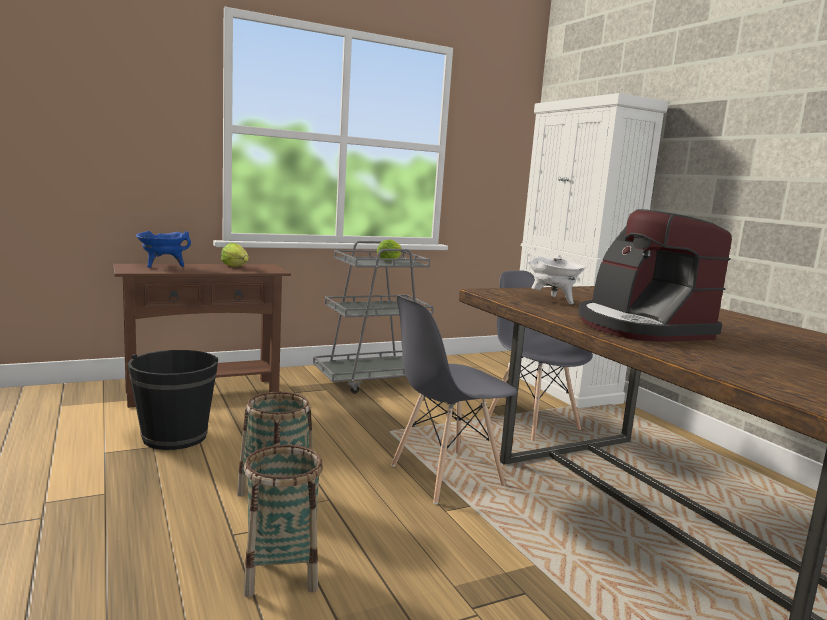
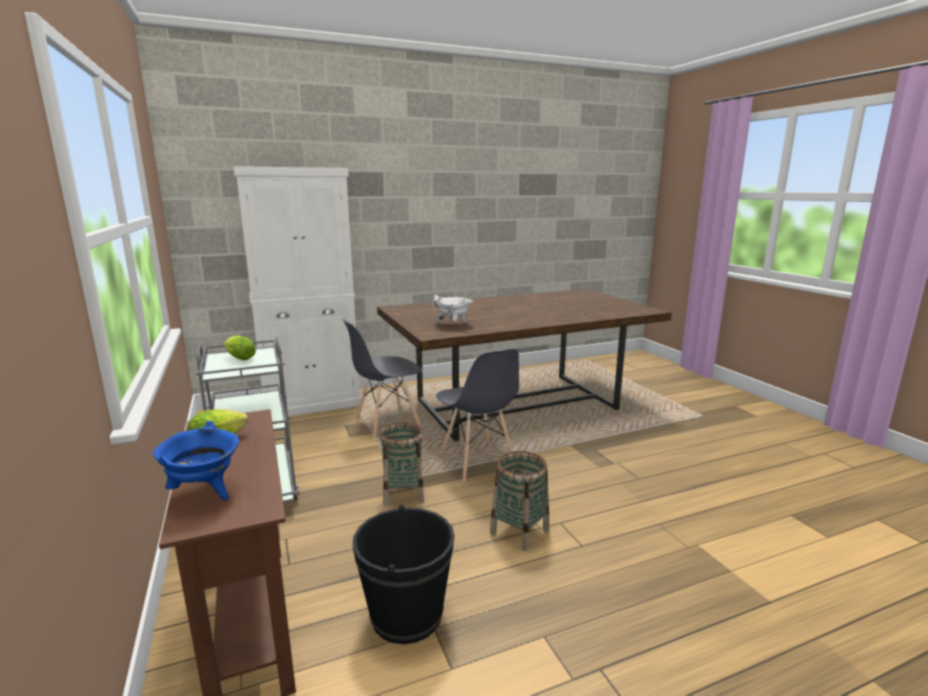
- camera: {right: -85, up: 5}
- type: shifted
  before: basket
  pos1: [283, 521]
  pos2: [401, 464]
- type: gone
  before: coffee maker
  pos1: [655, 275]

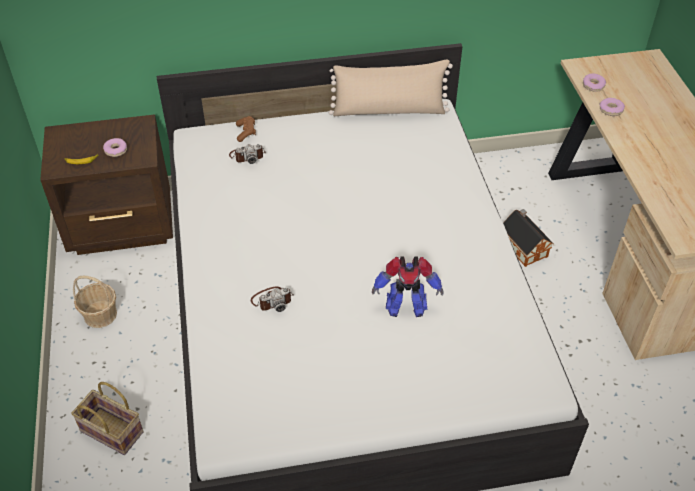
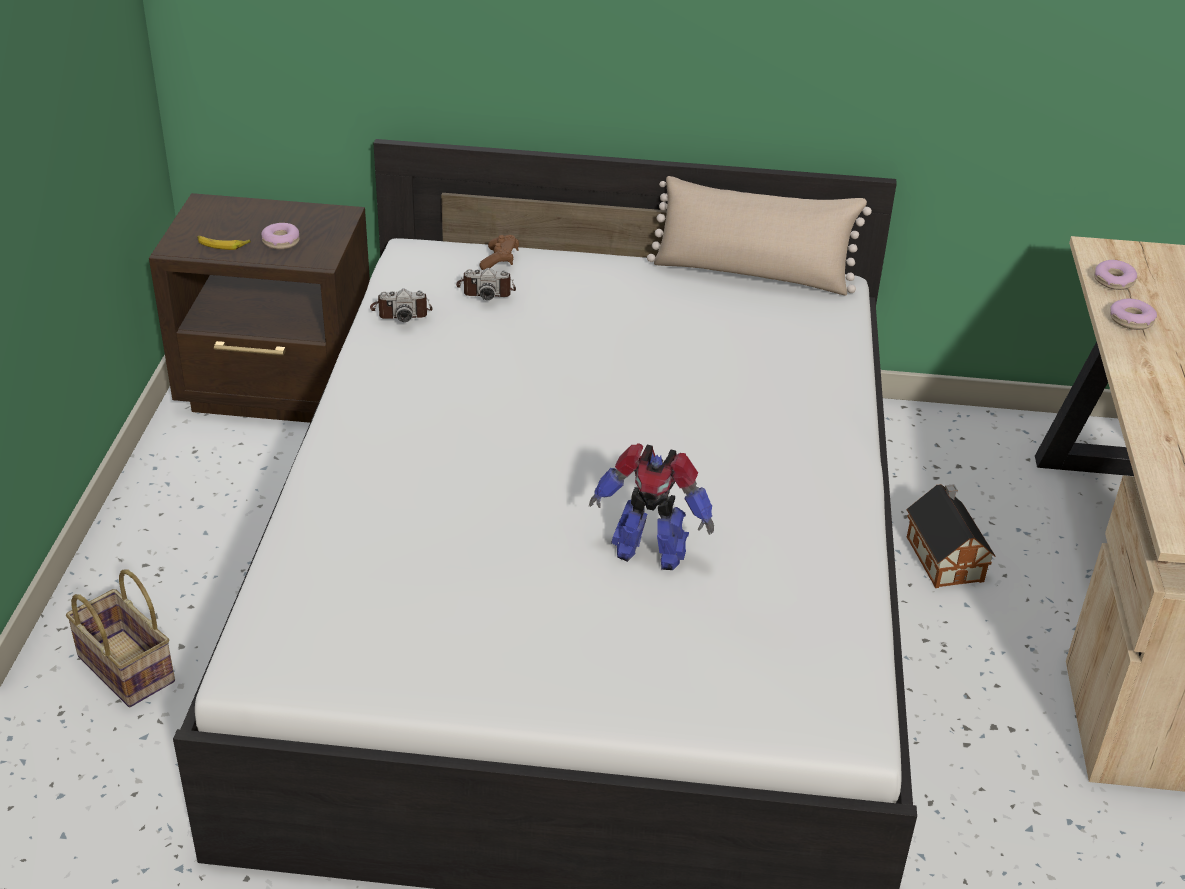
- camera: {right: 15, up: -10}
- type: shifted
  before: still camera
  pos1: [272, 299]
  pos2: [401, 305]
- type: gone
  before: basket
  pos1: [95, 302]

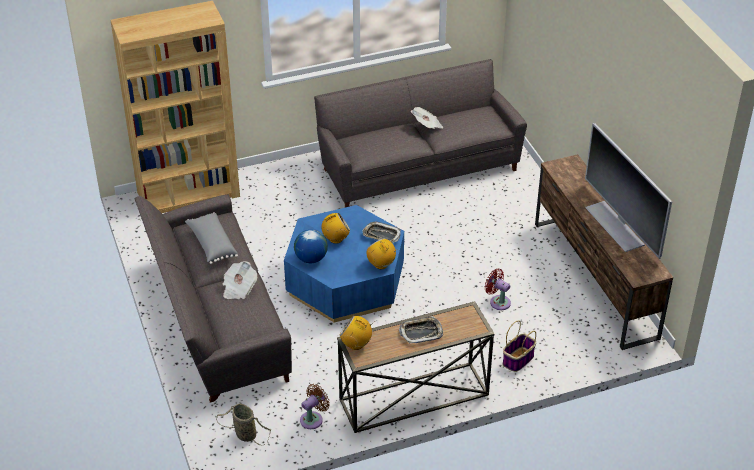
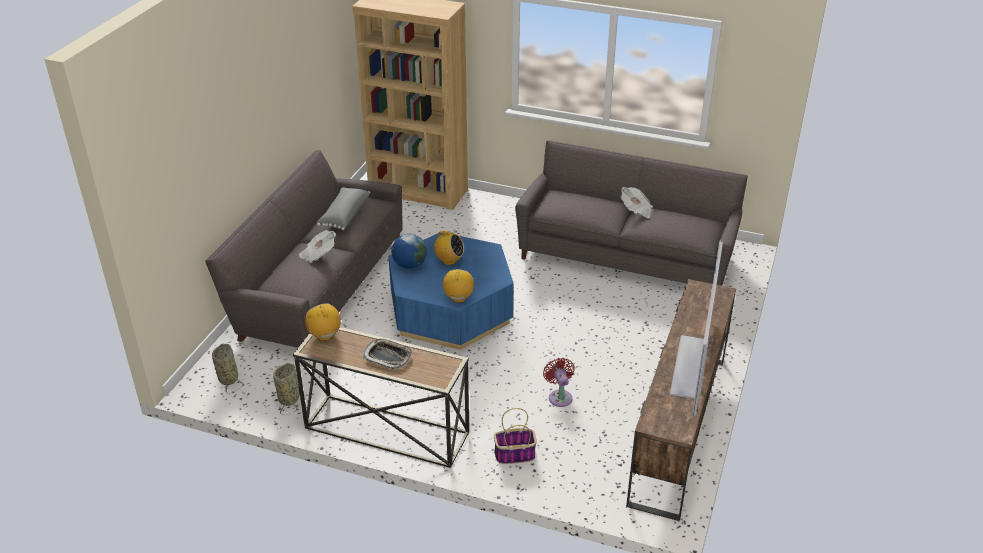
- camera: {right: 40, up: -5}
- type: swapped
  before: brown electric fan
  after: basket
  pos1: [315, 406]
  pos2: [286, 389]
- type: gone
  before: serving tray
  pos1: [381, 232]

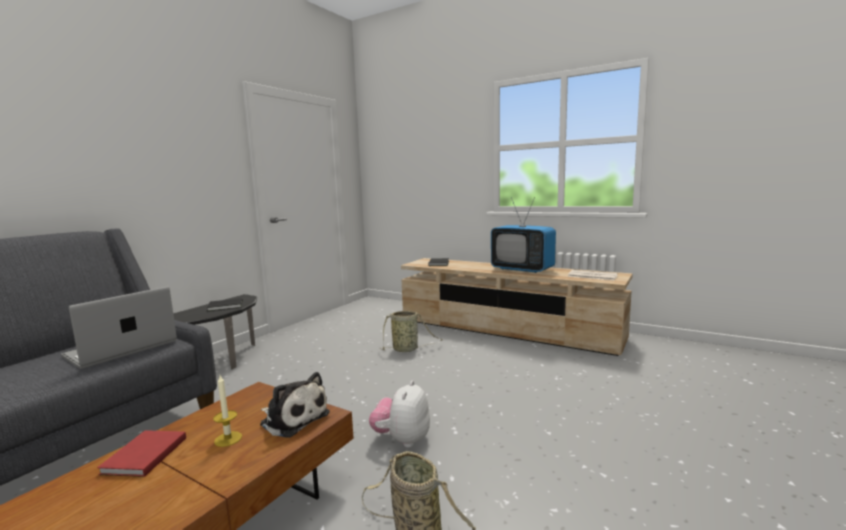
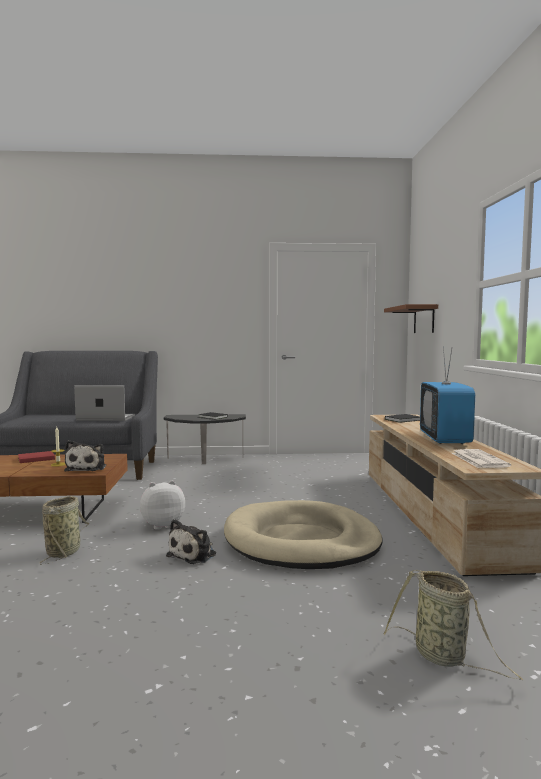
- camera: {right: 55, up: -5}
- type: new
  after: soft toy
  pos2: [191, 541]
- type: new
  after: beige pet bed
  pos2: [303, 534]
- type: new
  after: brown bracket shelf
  pos2: [411, 318]
- type: shifted
  before: basket
  pos1: [410, 331]
  pos2: [453, 625]

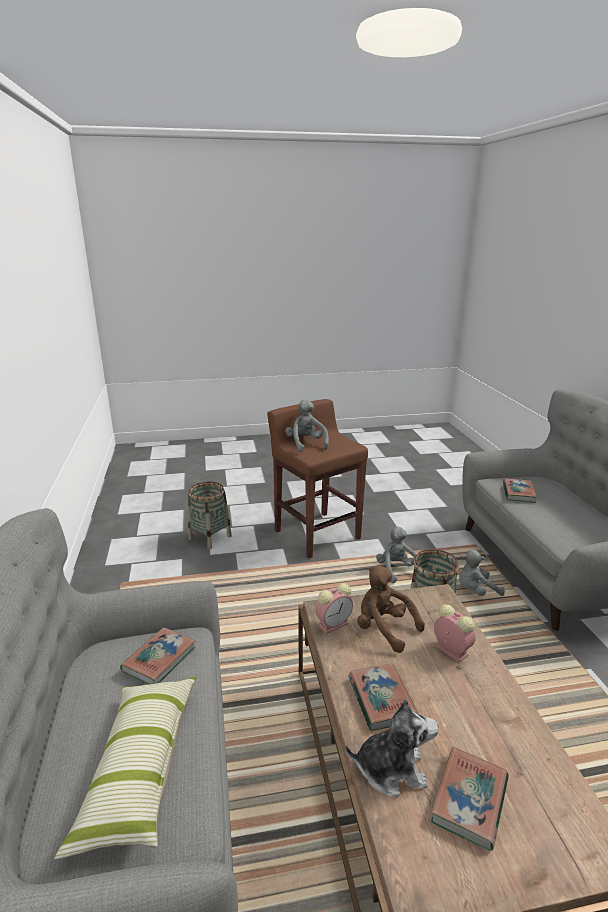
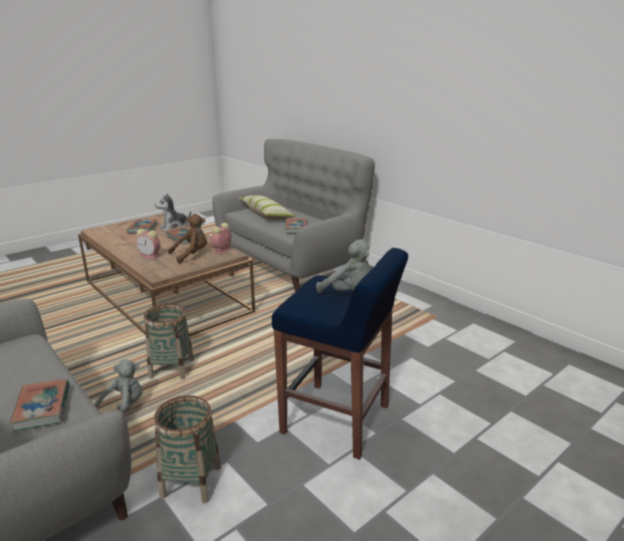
- camera: {right: 150, up: 0}
- type: shifted
  before: basket
  pos1: [210, 515]
  pos2: [187, 449]
- type: rotated
  before: brown soft toy
  pos1: [391, 609]
  pos2: [187, 238]
  turn: -45
- type: repainted
  before: brown stool seat
  after: blue stool seat
  pos1: [317, 478]
  pos2: [340, 354]
- type: gone
  before: greyish soft toy
  pos1: [396, 555]

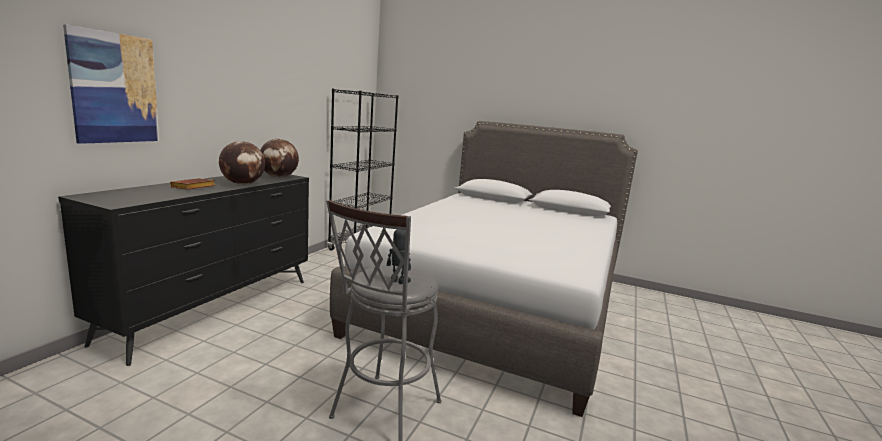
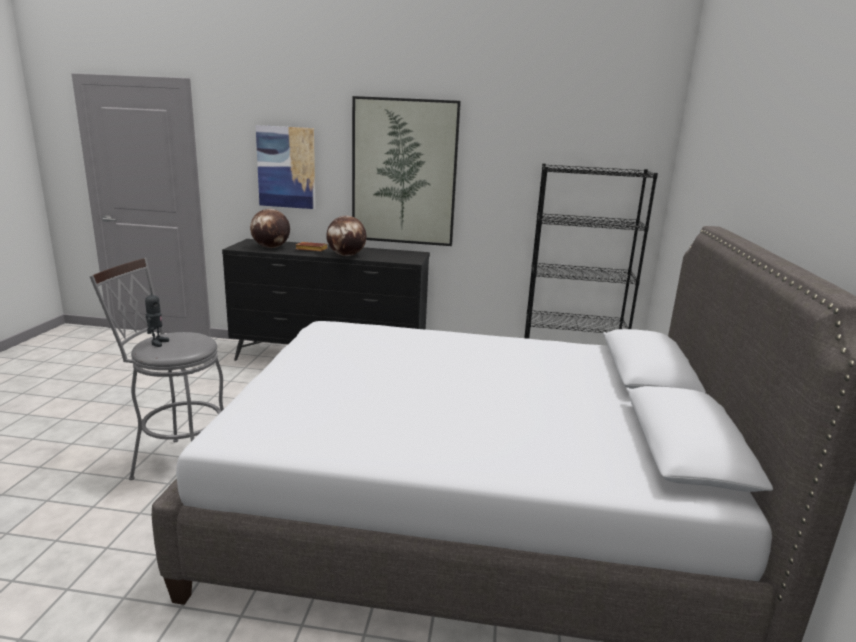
- camera: {right: 75, up: 5}
- type: shifted
  before: world globe
  pos1: [279, 158]
  pos2: [270, 228]
- type: new
  after: wall art
  pos2: [406, 171]

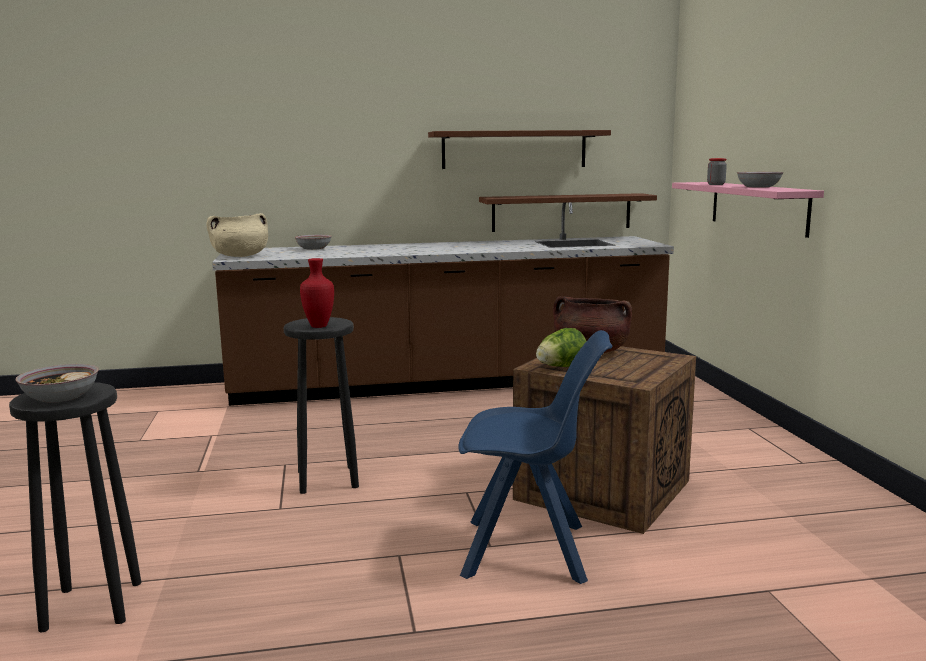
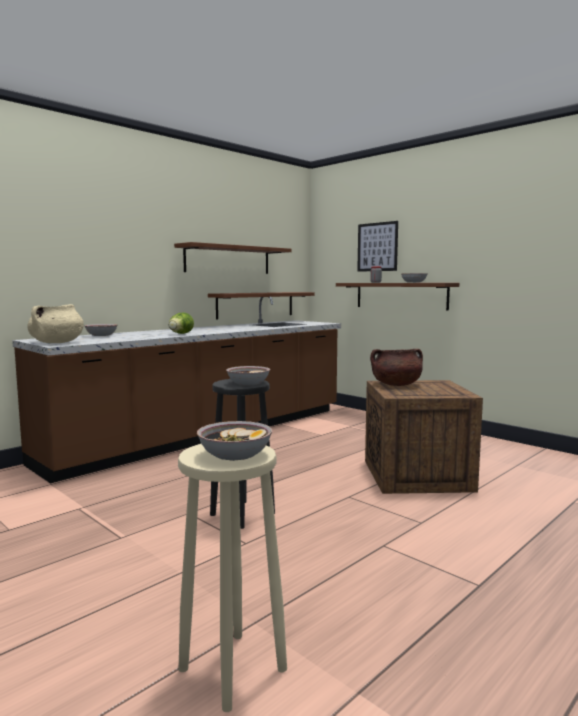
- camera: {right: -35, up: -5}
- type: shifted
  before: lettuce
  pos1: [561, 347]
  pos2: [181, 323]
- type: repainted
  before: black-coloured stool seat
  after: beige stool seat
  pos1: [75, 507]
  pos2: [232, 578]
- type: swapped
  before: reddish flower vase
  after: deep dish
  pos1: [317, 293]
  pos2: [248, 375]
- type: repainted
  before: pinkish bracket shelf
  after: brown bracket shelf
  pos1: [748, 210]
  pos2: [397, 296]
- type: new
  after: wall art
  pos2: [377, 246]
- type: gone
  before: blue plain chair
  pos1: [535, 457]

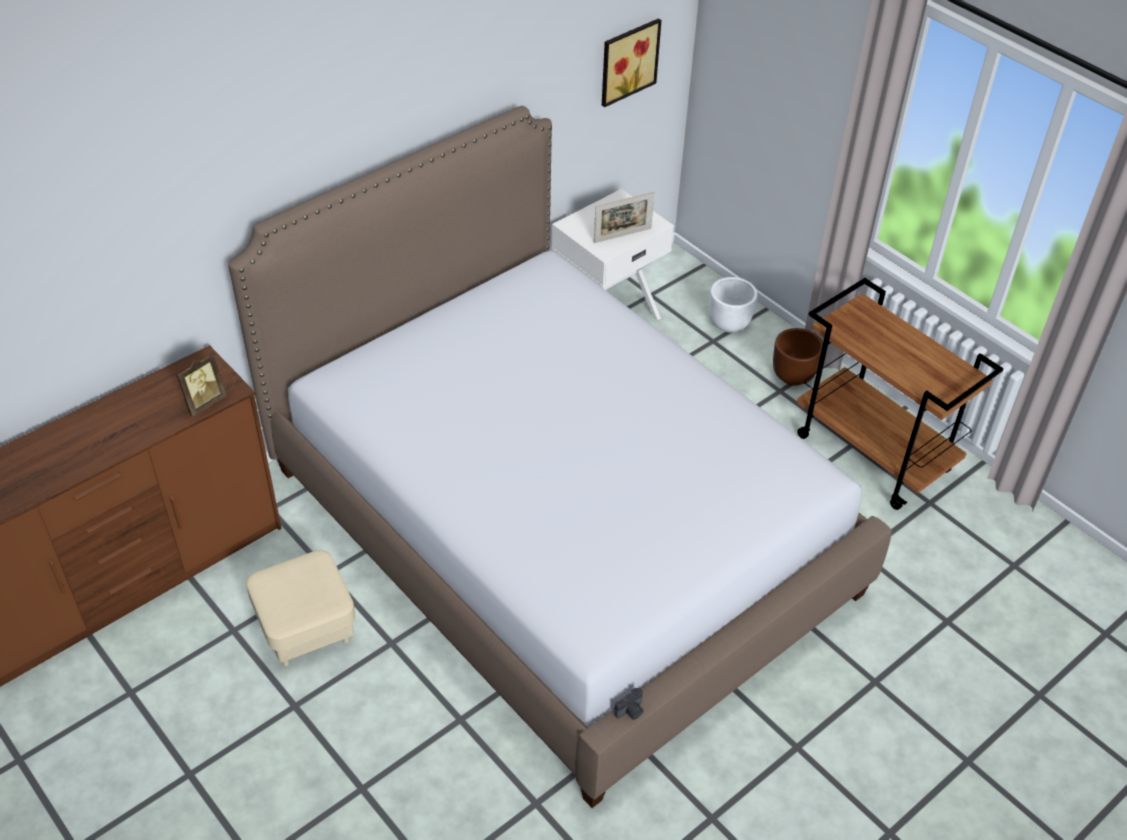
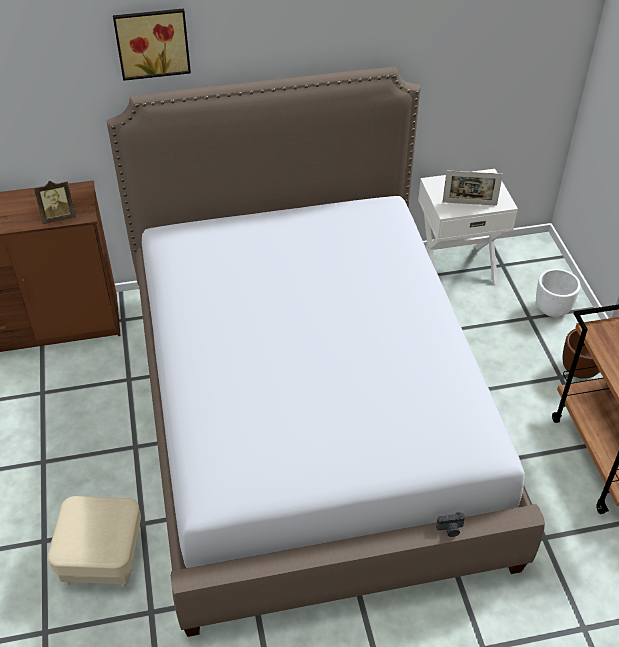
- camera: {right: 30, up: 0}
- type: shifted
  before: beige footrest
  pos1: [300, 608]
  pos2: [94, 541]
- type: shifted
  before: wall art
  pos1: [632, 62]
  pos2: [152, 44]
- type: shifted
  before: still camera
  pos1: [629, 704]
  pos2: [450, 524]

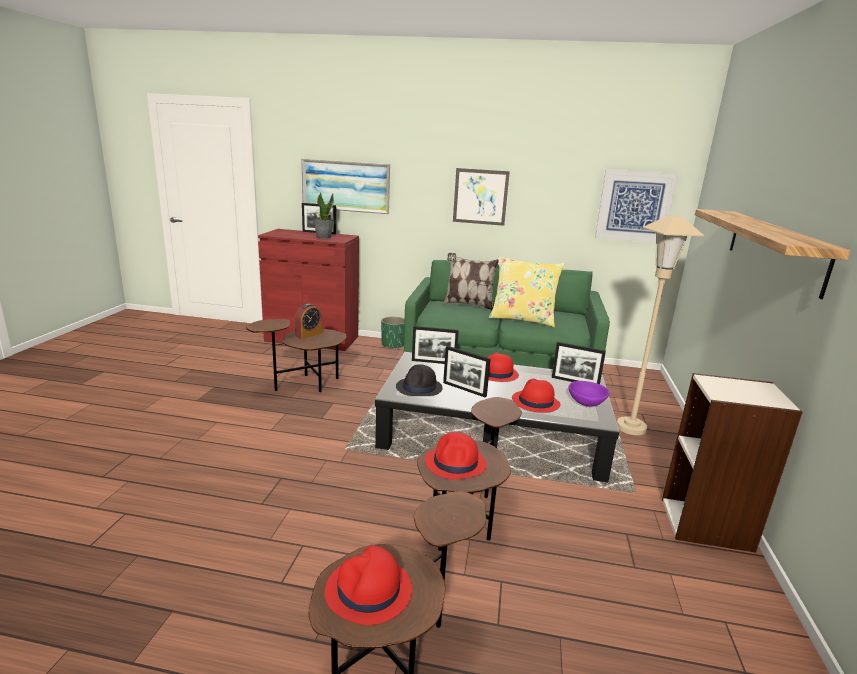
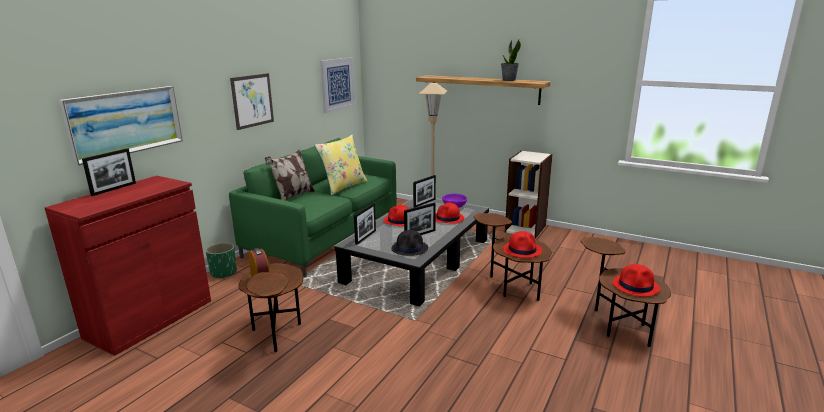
- camera: {right: -70, up: 0}
- type: shifted
  before: houseplant
  pos1: [323, 215]
  pos2: [511, 60]

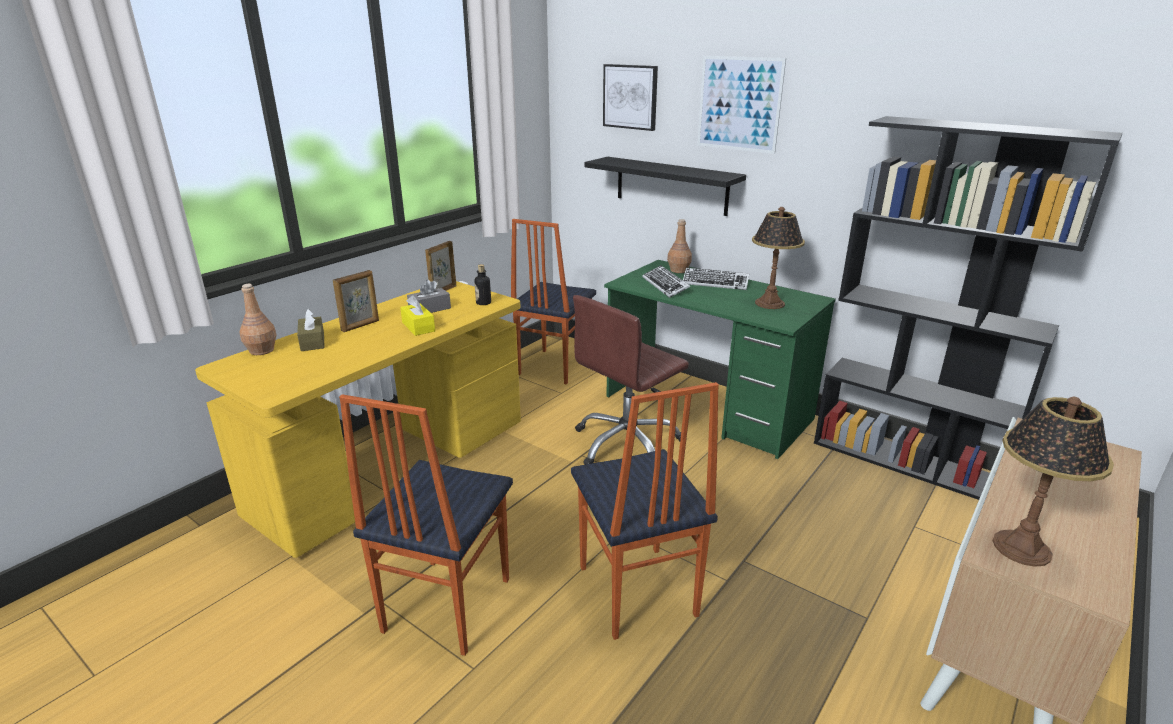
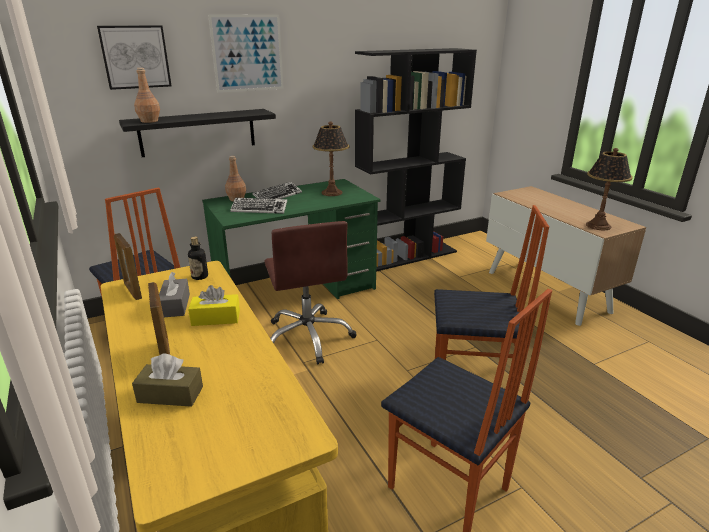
- camera: {right: -65, up: 0}
- type: shifted
  before: brown drink bottle
  pos1: [257, 319]
  pos2: [147, 95]

